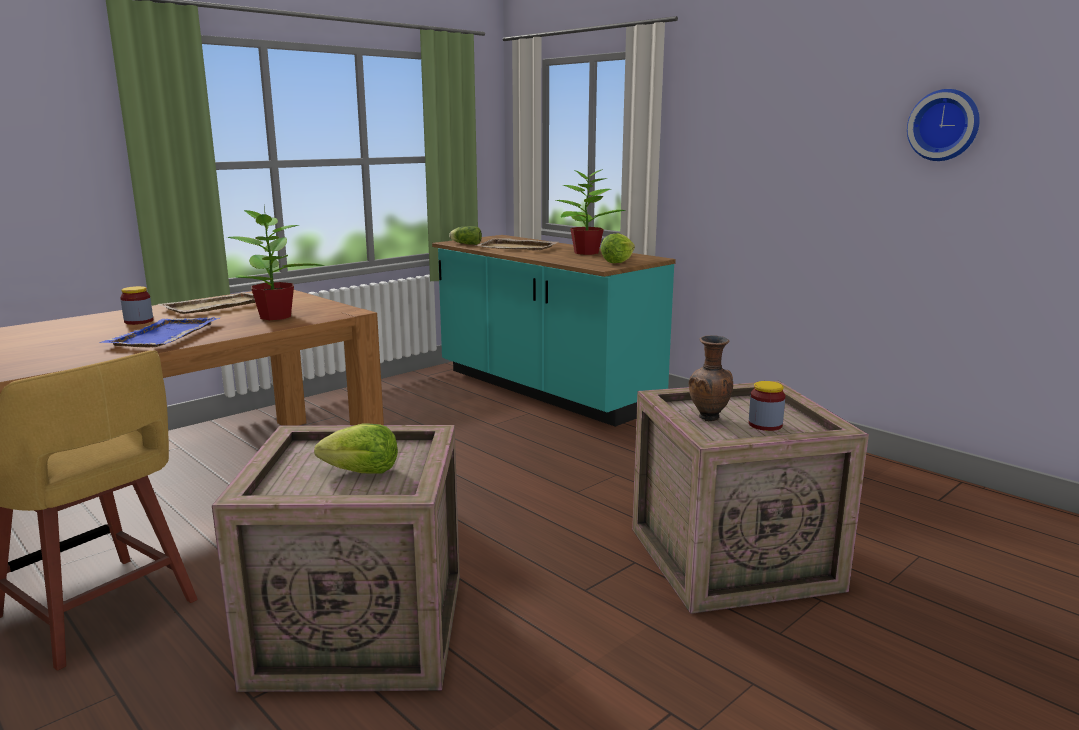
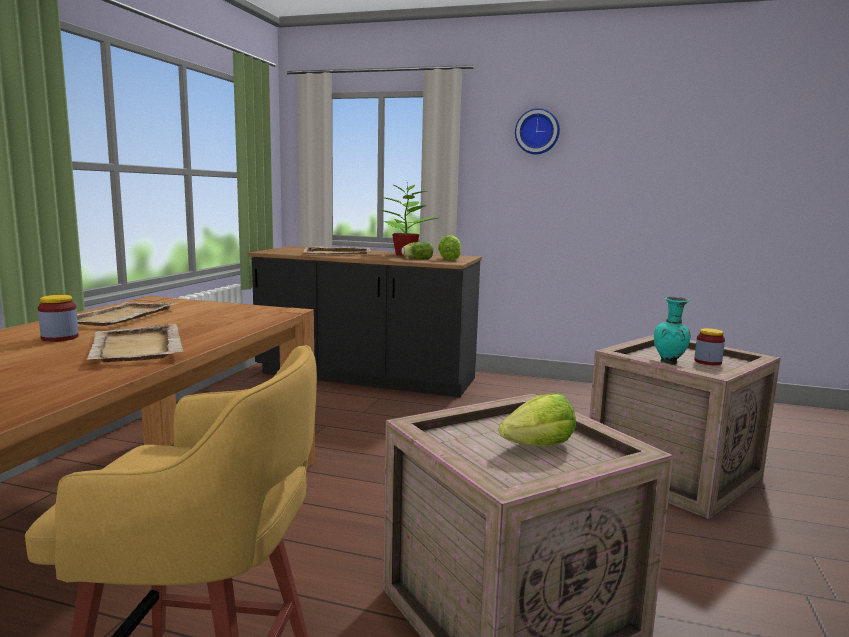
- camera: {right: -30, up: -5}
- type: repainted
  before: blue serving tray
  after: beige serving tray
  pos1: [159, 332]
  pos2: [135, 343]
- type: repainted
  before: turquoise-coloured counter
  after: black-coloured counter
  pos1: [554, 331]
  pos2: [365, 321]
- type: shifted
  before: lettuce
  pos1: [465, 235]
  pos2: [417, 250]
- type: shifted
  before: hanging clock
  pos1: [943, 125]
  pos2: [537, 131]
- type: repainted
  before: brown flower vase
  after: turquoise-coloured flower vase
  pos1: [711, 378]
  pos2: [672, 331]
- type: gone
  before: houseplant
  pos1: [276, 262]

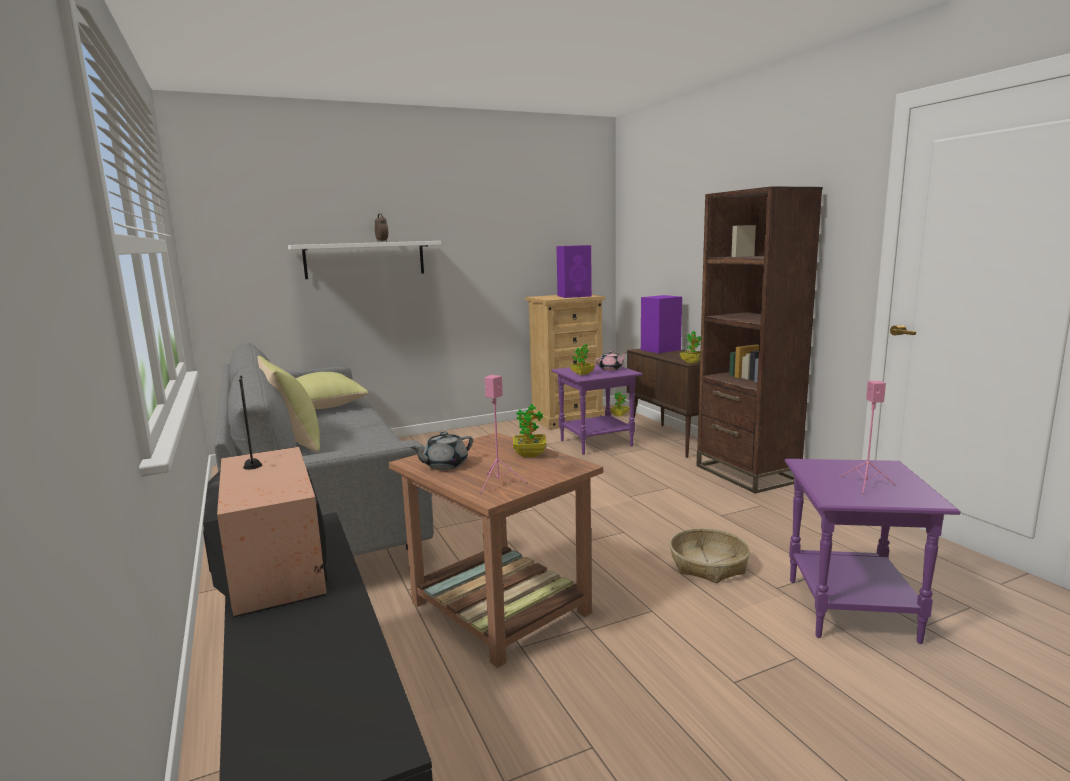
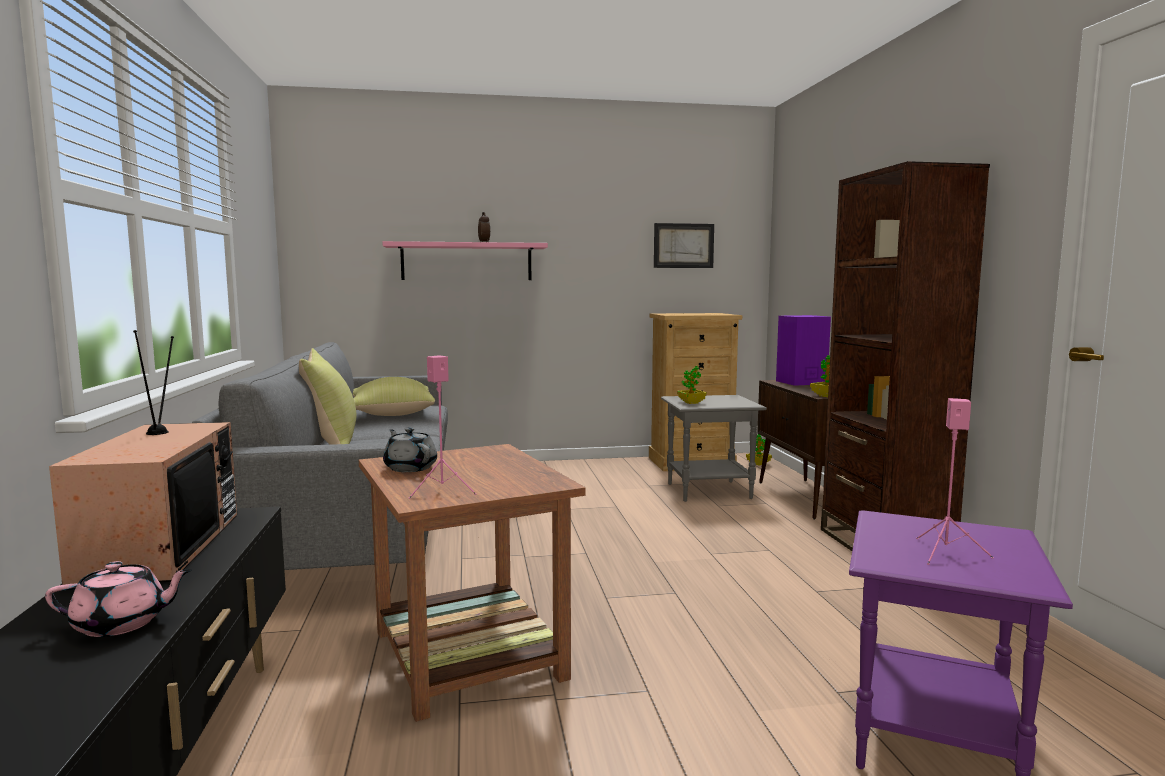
- camera: {right: 15, up: -5}
- type: shifted
  before: pinkish tea pot
  pos1: [611, 361]
  pos2: [118, 599]
- type: repainted
  before: white-coloured bracket shelf
  after: pinkish bracket shelf
  pos1: [364, 260]
  pos2: [465, 260]
- type: rotated
  before: greyish tea pot
  pos1: [441, 450]
  pos2: [410, 449]
  turn: 75
- type: new
  after: wall art
  pos2: [684, 245]
- type: repainted
  before: purple-coloured accent table
  after: greyish accent table
  pos1: [596, 409]
  pos2: [714, 448]
- type: gone
  before: houseplant
  pos1: [530, 431]
- type: gone
  before: purple-coloured audio speaker
  pos1: [574, 271]
- type: gone
  before: basket
  pos1: [710, 555]

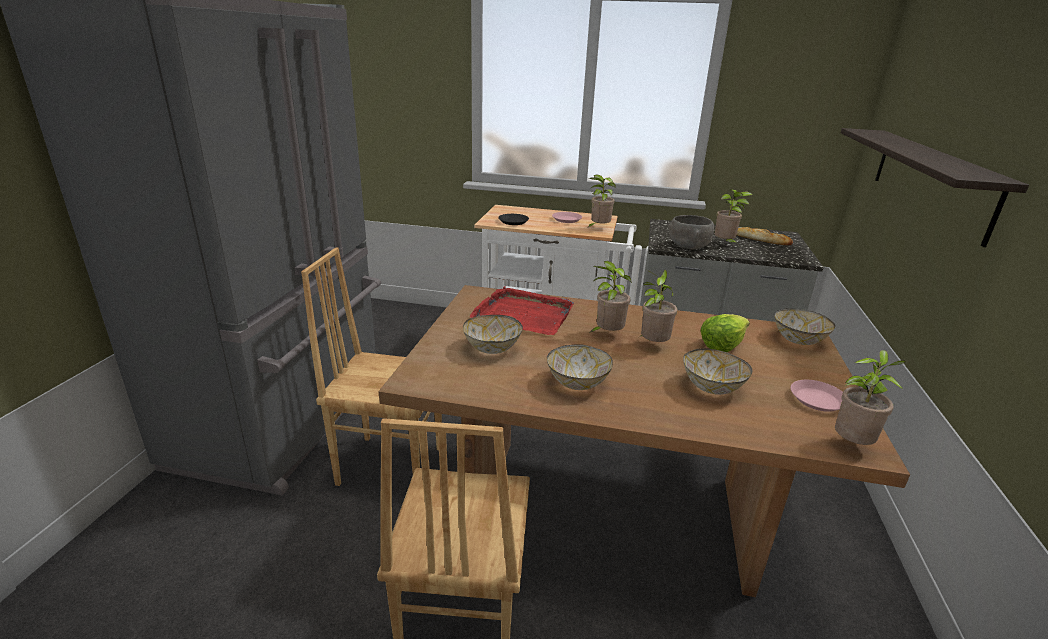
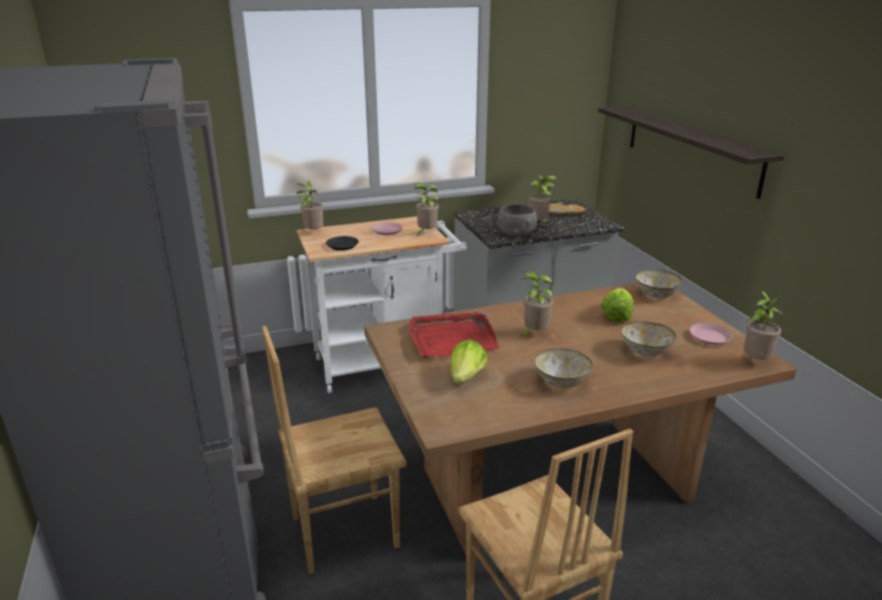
- camera: {right: -30, up: 0}
- type: shifted
  before: houseplant
  pos1: [658, 306]
  pos2: [309, 205]
- type: swapped
  before: deep dish
  after: lettuce
  pos1: [493, 334]
  pos2: [469, 361]

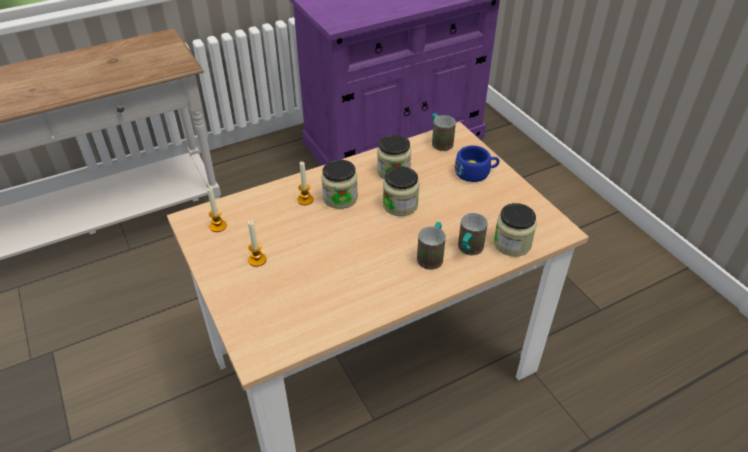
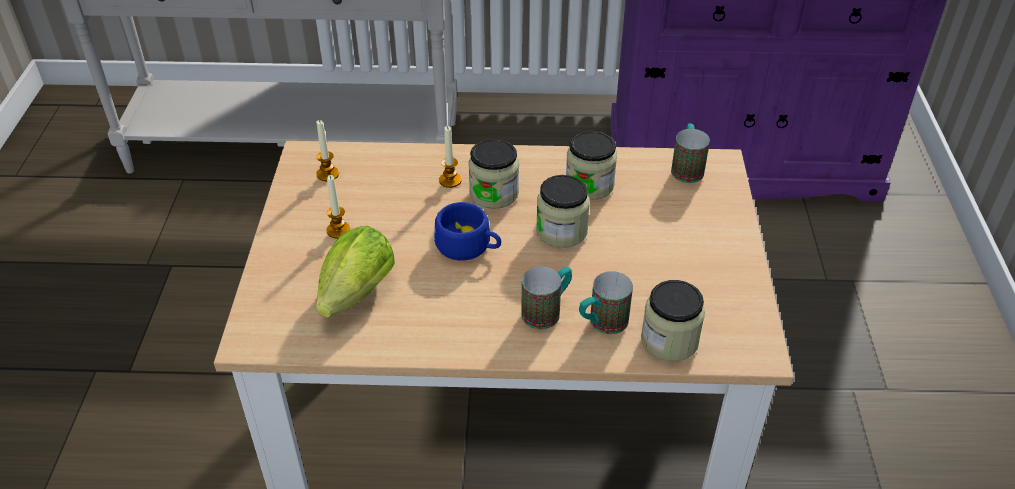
- camera: {right: 30, up: 0}
- type: new
  after: lettuce
  pos2: [355, 272]
- type: shifted
  before: blue small cup
  pos1: [477, 164]
  pos2: [467, 231]

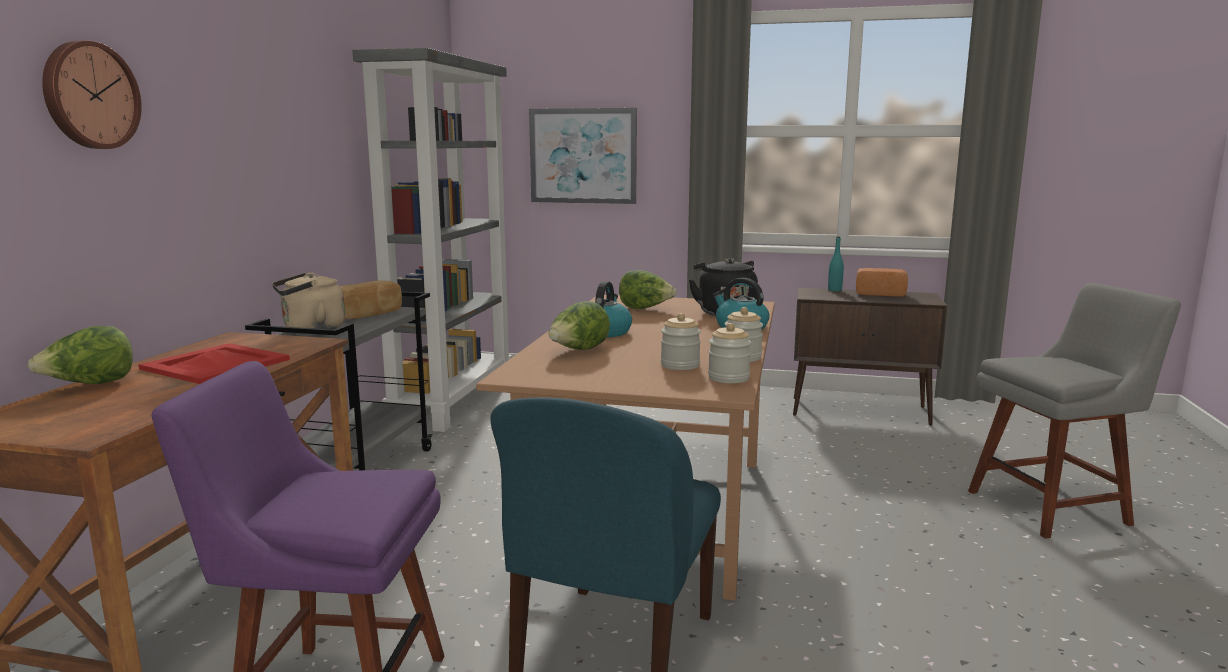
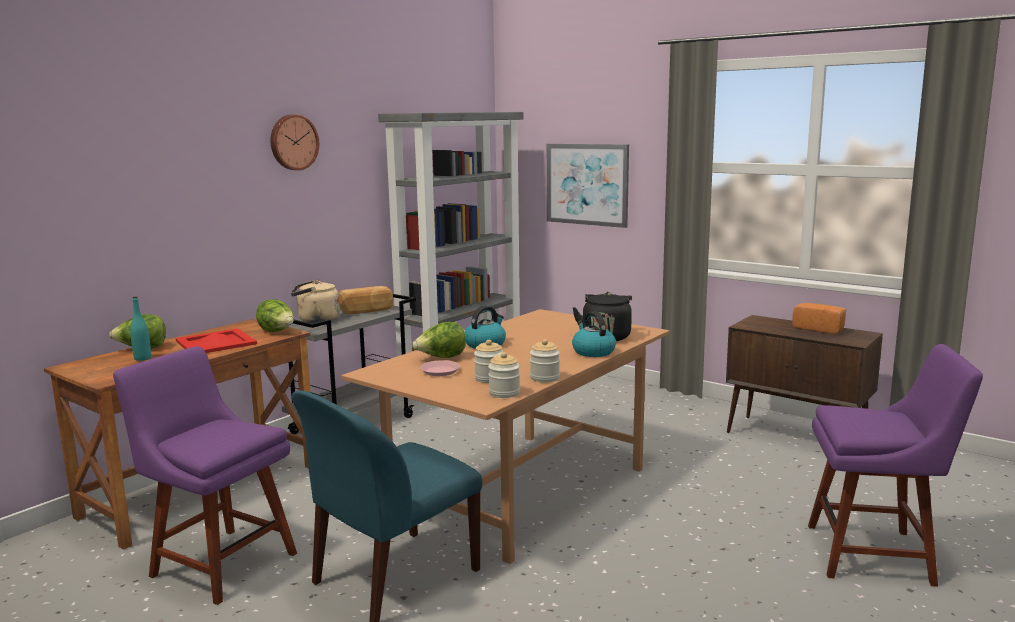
- camera: {right: 25, up: 0}
- type: shifted
  before: turquoise-coloured drink bottle
  pos1: [836, 264]
  pos2: [140, 328]
- type: shifted
  before: lettuce
  pos1: [647, 289]
  pos2: [275, 315]
- type: shifted
  before: hanging clock
  pos1: [92, 95]
  pos2: [295, 142]
- type: new
  after: pinkish plate
  pos2: [440, 368]
- type: repainted
  before: greyish plain chair
  after: purple-coloured plain chair
  pos1: [1074, 411]
  pos2: [895, 465]

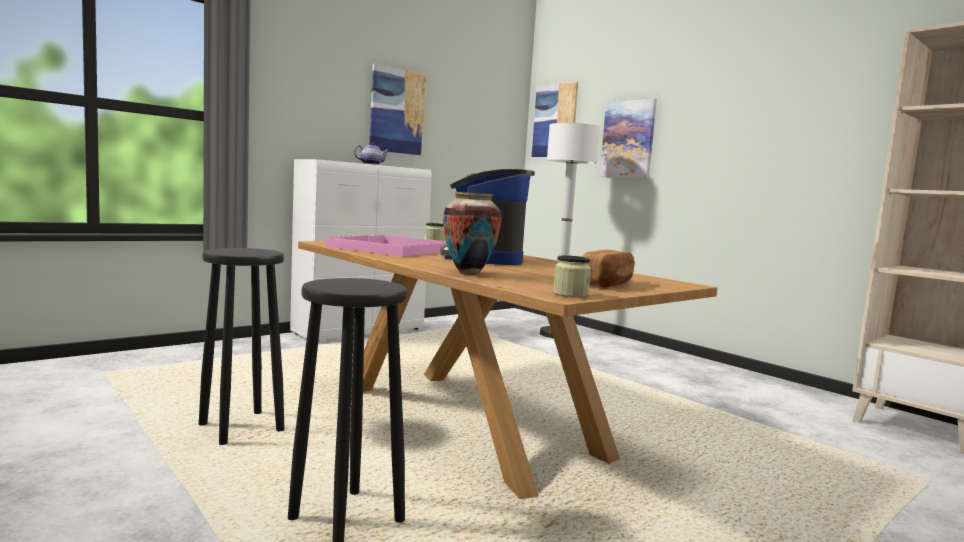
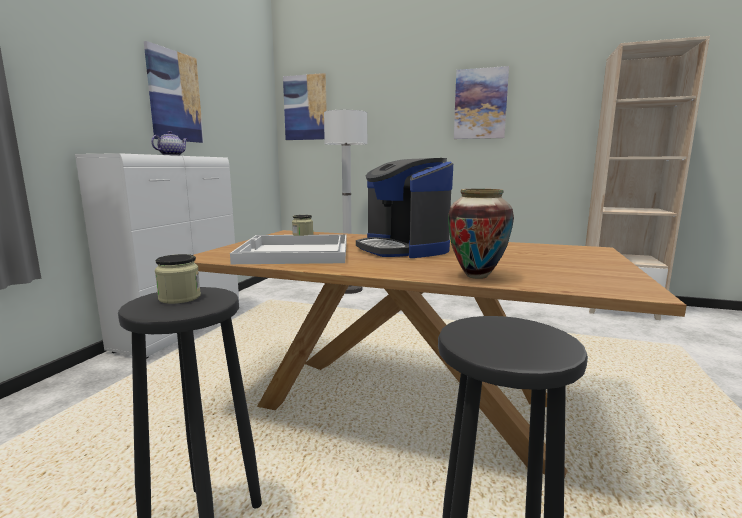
- camera: {right: -30, up: 5}
- type: shifted
  before: preserve jar
  pos1: [572, 276]
  pos2: [178, 279]
- type: repainted
  before: pinkish serving tray
  after: white-coloured serving tray
  pos1: [386, 246]
  pos2: [288, 249]
- type: shifted
  before: wall art
  pos1: [628, 138]
  pos2: [481, 102]
- type: gone
  before: bakery bread
  pos1: [608, 268]

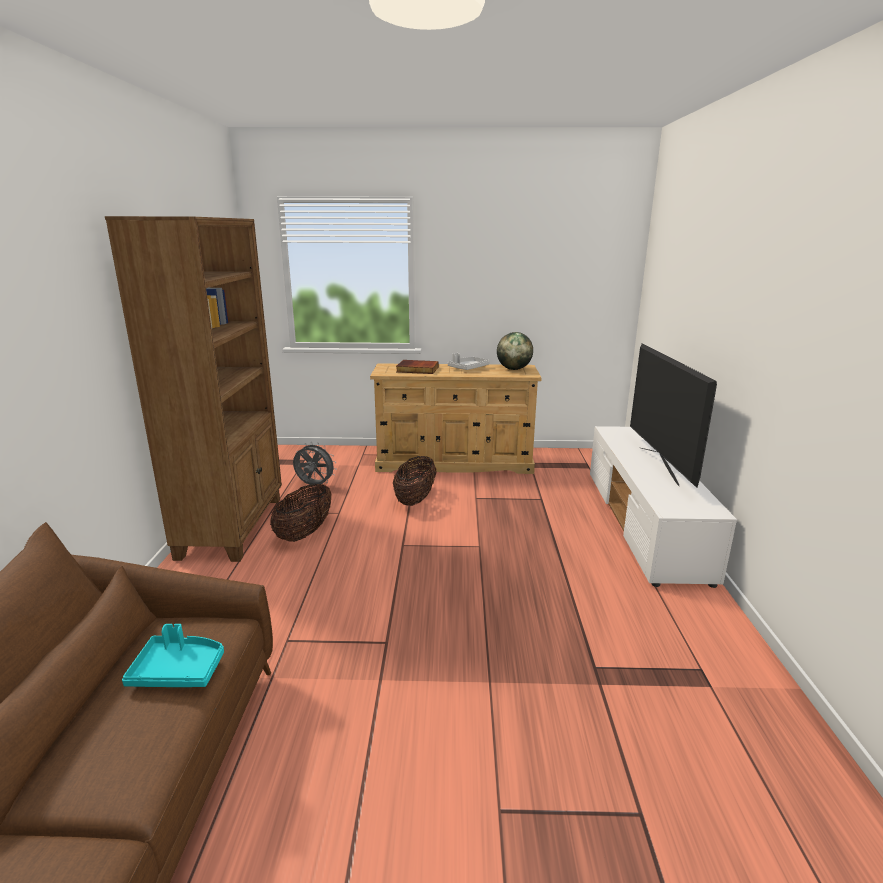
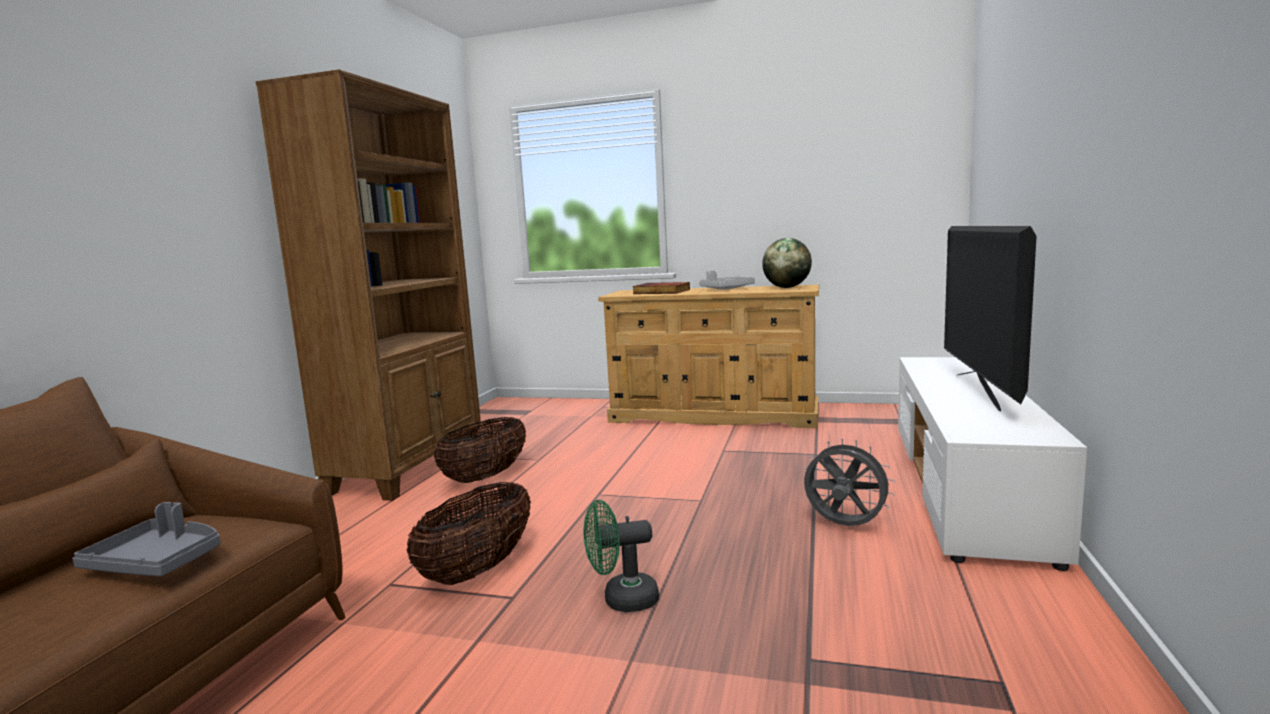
- camera: {right: 15, up: -10}
- type: repainted
  before: turquoise-coloured serving tray
  after: greyish serving tray
  pos1: [173, 655]
  pos2: [146, 539]
- type: shifted
  before: basket
  pos1: [415, 481]
  pos2: [468, 533]
- type: new
  after: green electric fan
  pos2: [621, 556]
- type: shifted
  before: greyish electric fan
  pos1: [315, 463]
  pos2: [849, 482]

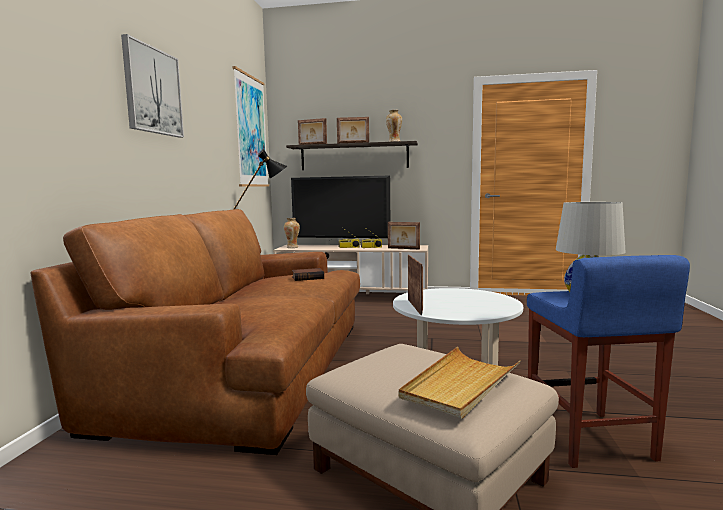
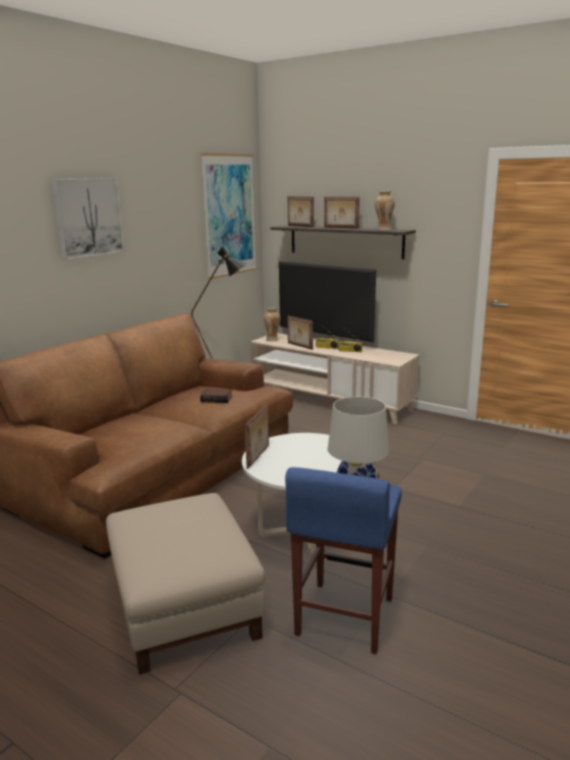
- camera: {right: 25, up: 10}
- type: shifted
  before: standing frame
  pos1: [404, 235]
  pos2: [300, 332]
- type: gone
  before: beige serving tray
  pos1: [459, 383]

